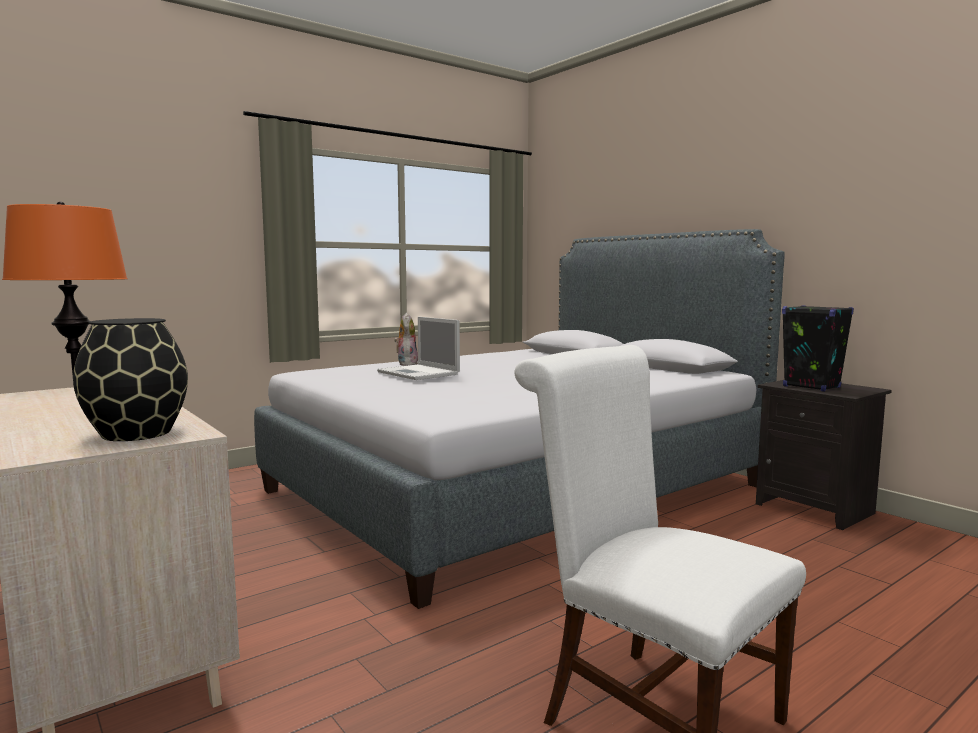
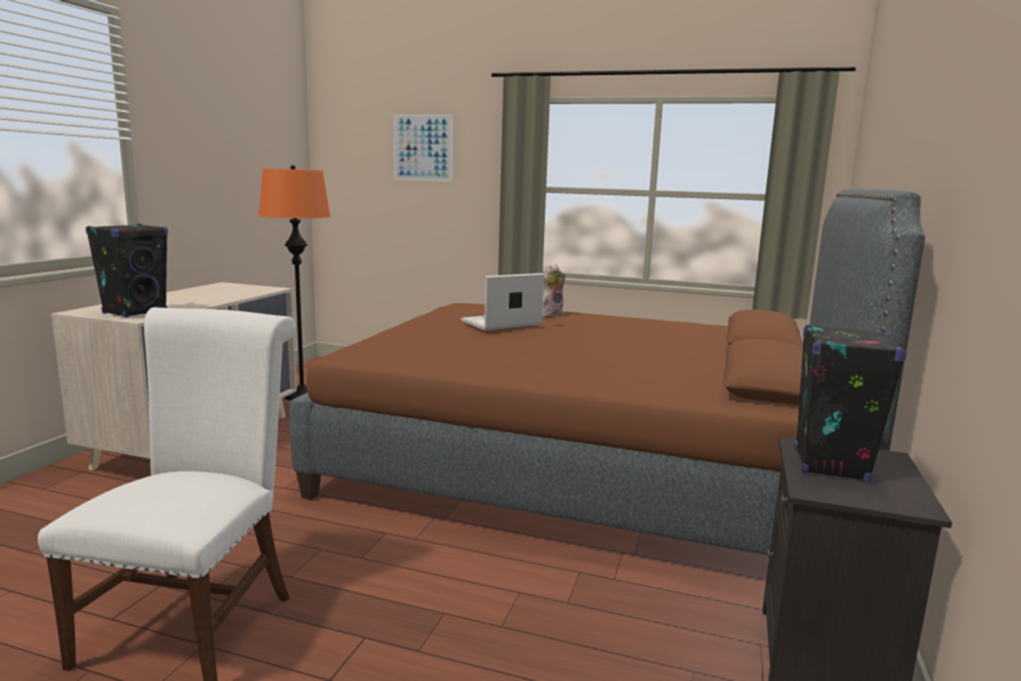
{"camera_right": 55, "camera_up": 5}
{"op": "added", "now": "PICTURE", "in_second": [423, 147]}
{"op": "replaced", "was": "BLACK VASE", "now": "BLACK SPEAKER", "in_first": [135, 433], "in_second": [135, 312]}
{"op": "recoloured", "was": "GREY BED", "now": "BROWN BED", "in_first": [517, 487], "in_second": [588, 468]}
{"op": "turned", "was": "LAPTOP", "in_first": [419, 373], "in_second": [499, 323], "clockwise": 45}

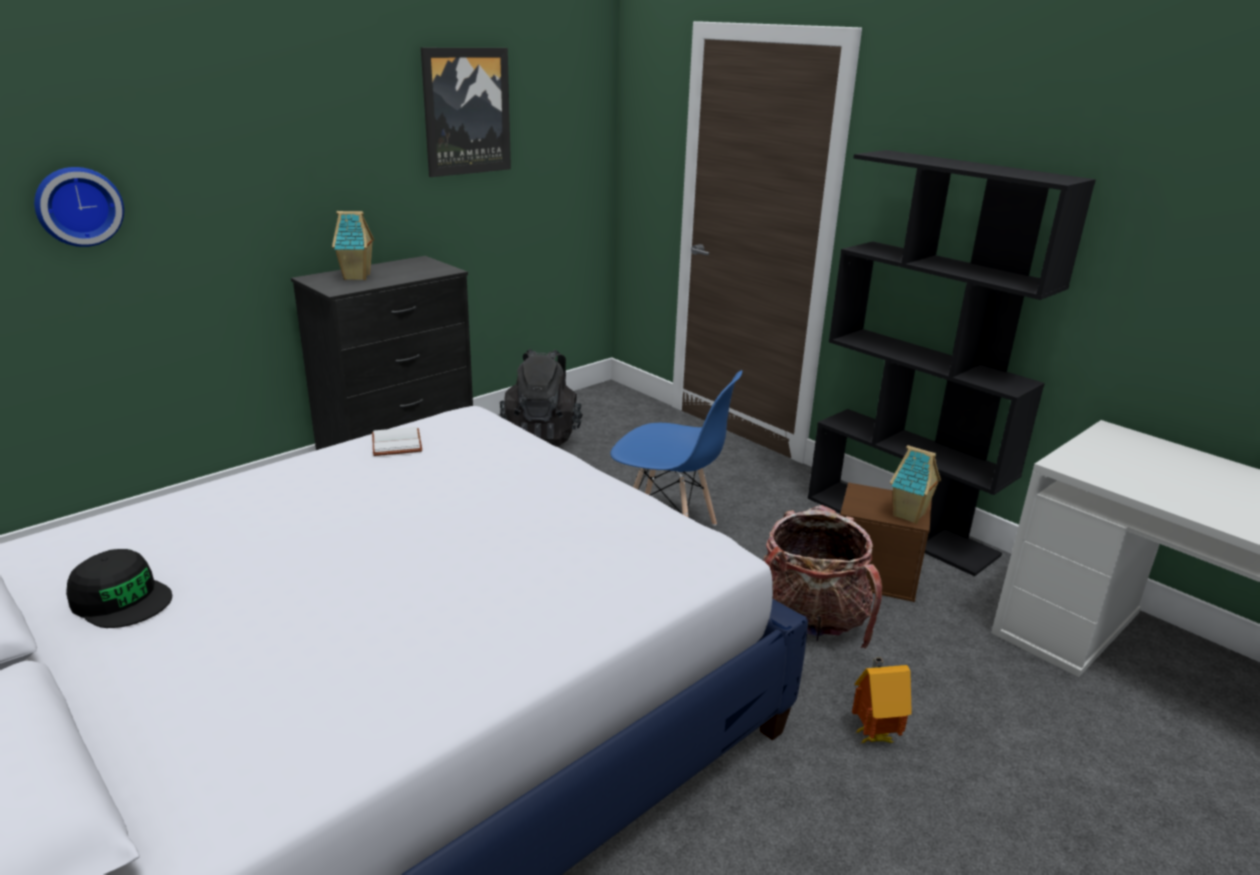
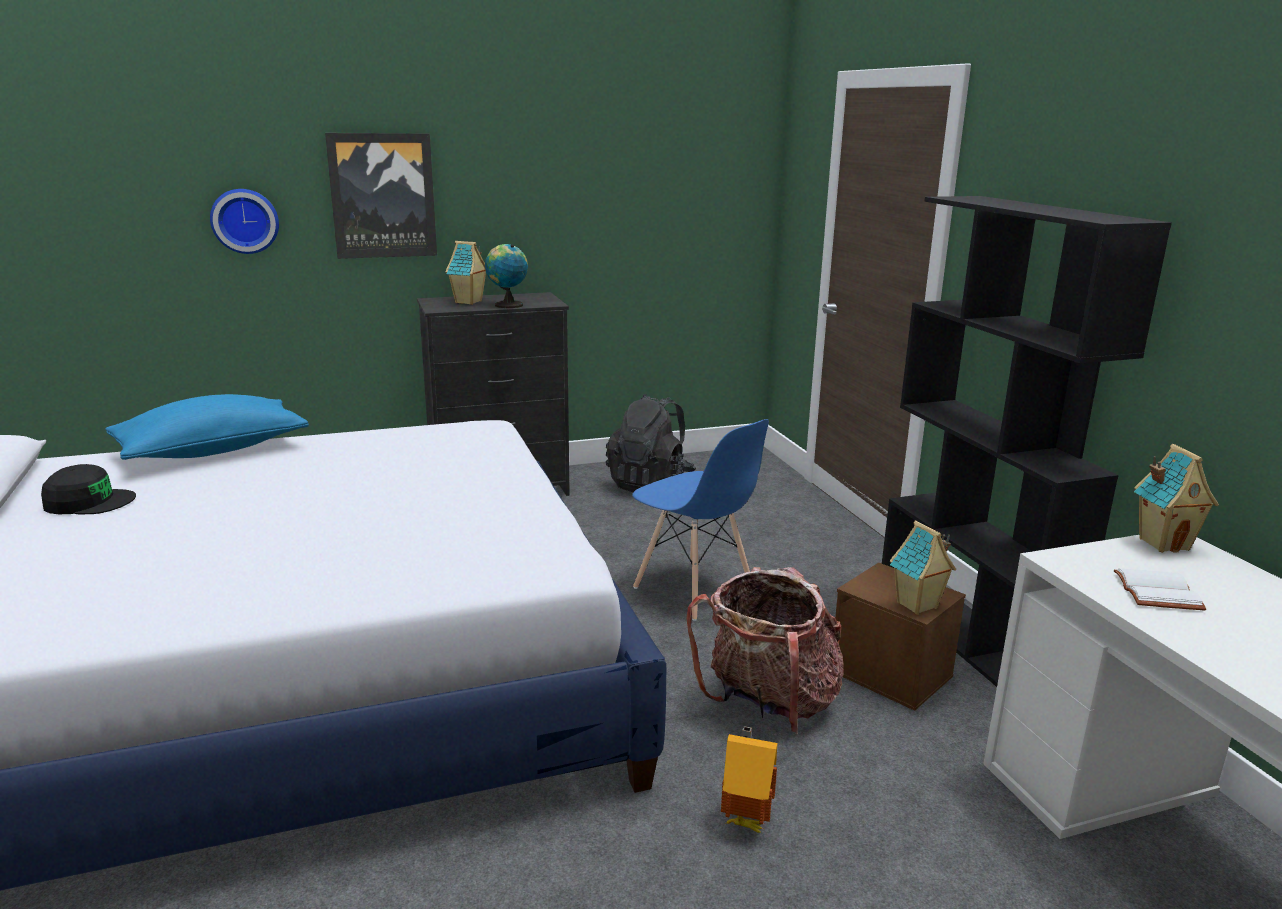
{"camera_right": 25, "camera_up": -5}
{"op": "added", "now": "BLUE PILLOW", "in_second": [212, 451]}
{"op": "added", "now": "GLOBE", "in_second": [507, 305]}
{"op": "added", "now": "TOY HOUSE", "in_second": [1163, 543]}
{"op": "moved", "was": "WHITE BOOK", "in_first": [398, 444], "in_second": [1160, 593]}
{"op": "moved", "was": "PICTURE", "in_first": [466, 111], "in_second": [383, 196]}
{"op": "turned", "was": "BLACK CAP", "in_first": [121, 599], "in_second": [89, 502], "clockwise": -60}

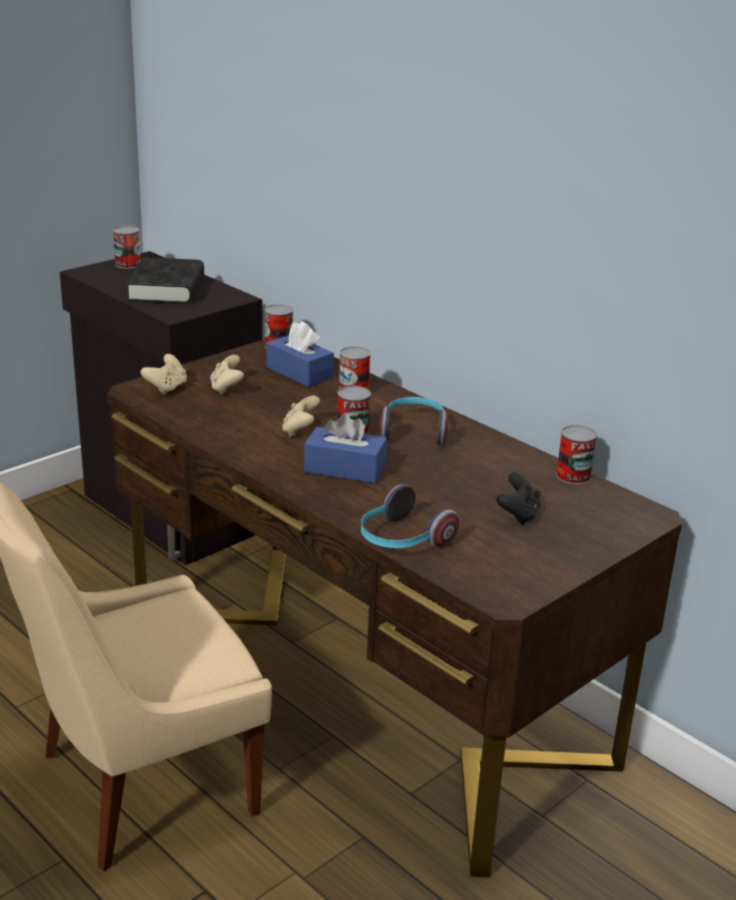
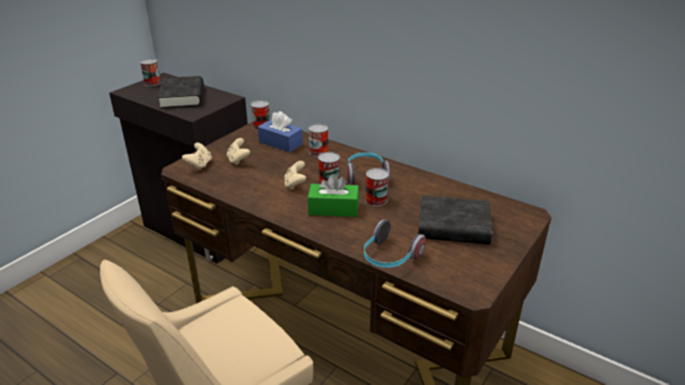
{"camera_right": -10, "camera_up": 5}
{"op": "moved", "was": "CAN", "in_first": [573, 476], "in_second": [376, 200]}
{"op": "replaced", "was": "BLACK GAME CONTROLLER", "now": "BLACK BOOK", "in_first": [518, 515], "in_second": [453, 226]}
{"op": "recoloured", "was": "BLUE TISSUE BOX", "now": "GREEN TISSUE BOX", "in_first": [345, 469], "in_second": [333, 209]}

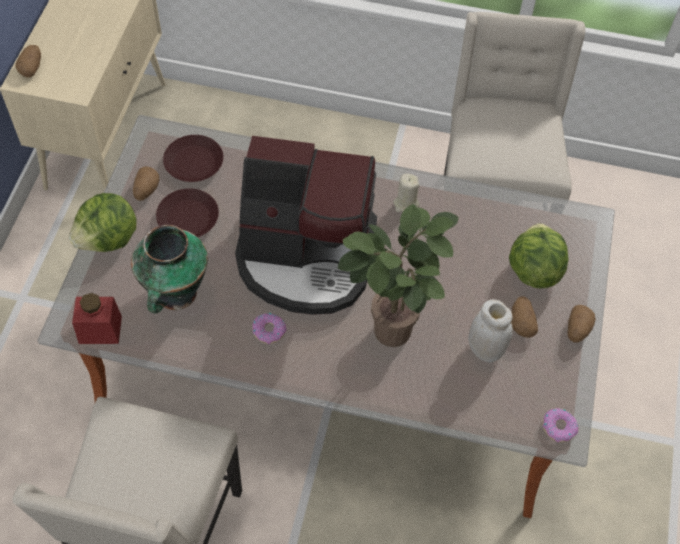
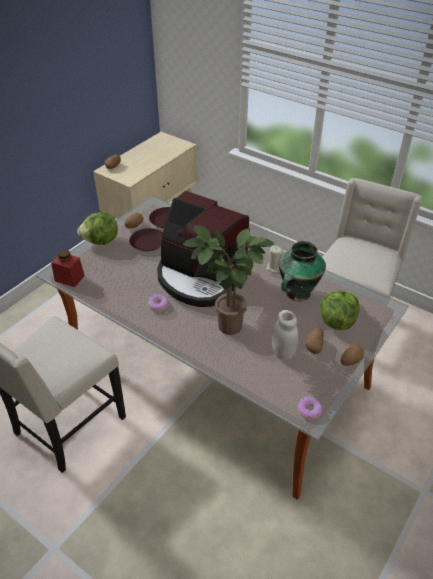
{"camera_right": 25, "camera_up": -15}
{"op": "moved", "was": "VASE", "in_first": [175, 295], "in_second": [297, 294]}

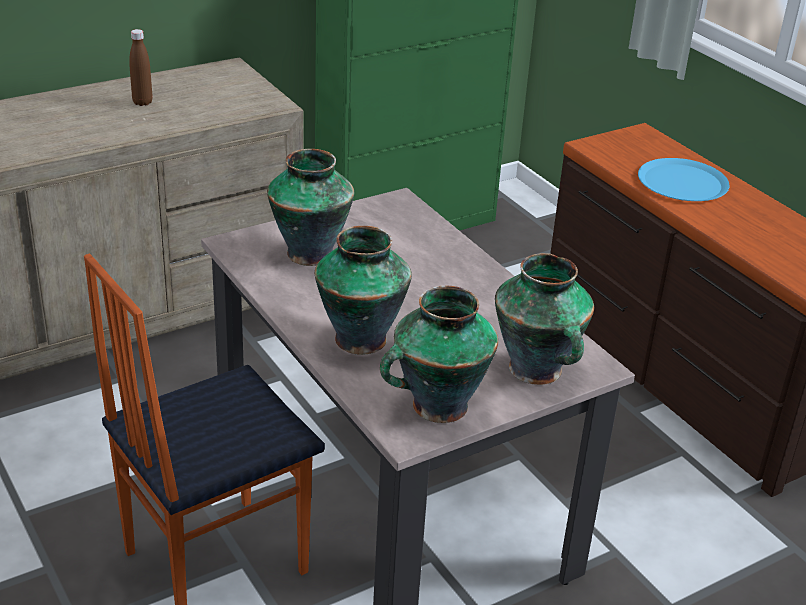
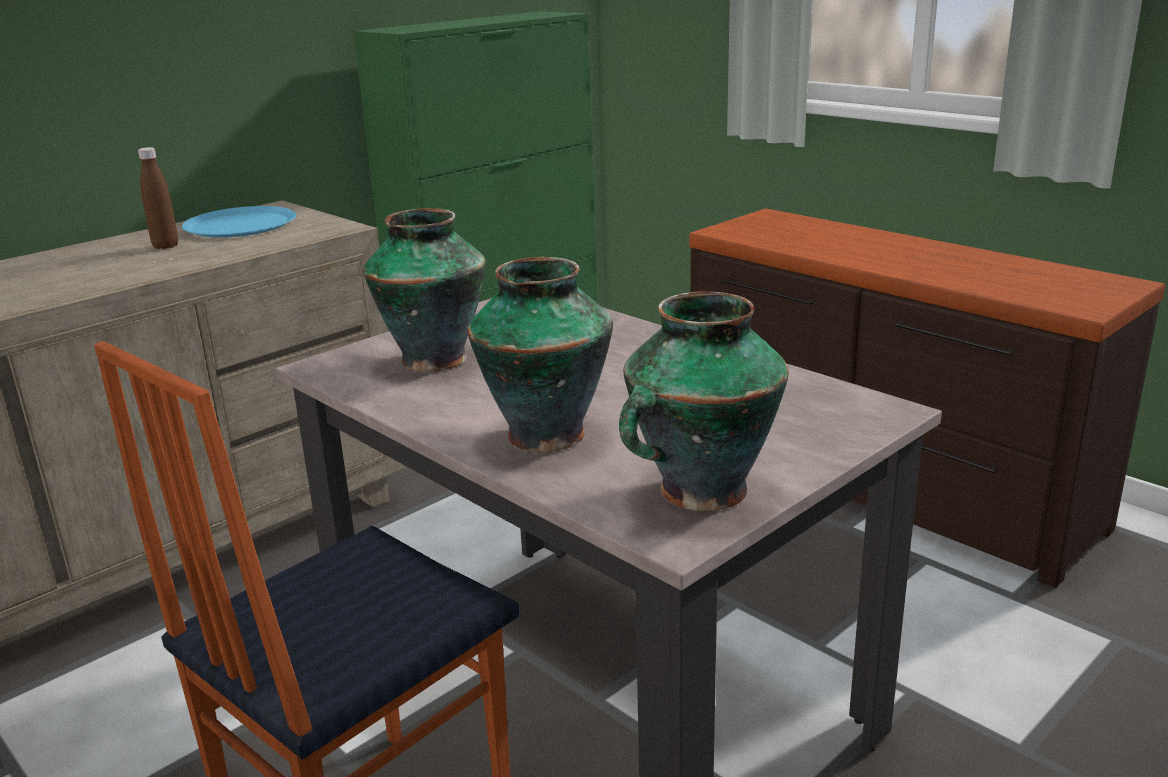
{"camera_right": -10, "camera_up": -10}
{"op": "removed", "was": "VASE", "in_first": [536, 371]}
{"op": "moved", "was": "BLUE PLATE", "in_first": [682, 182], "in_second": [240, 224]}

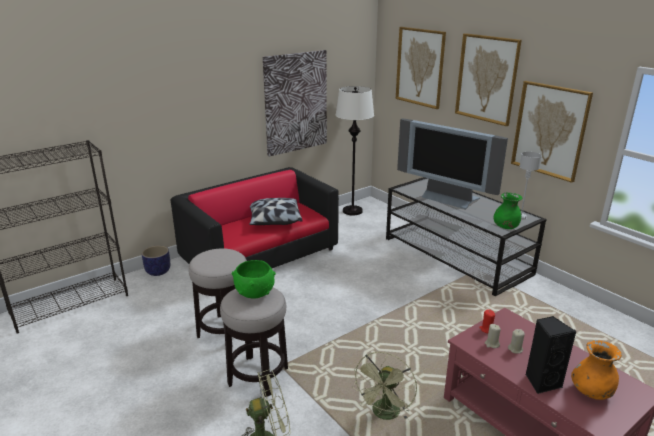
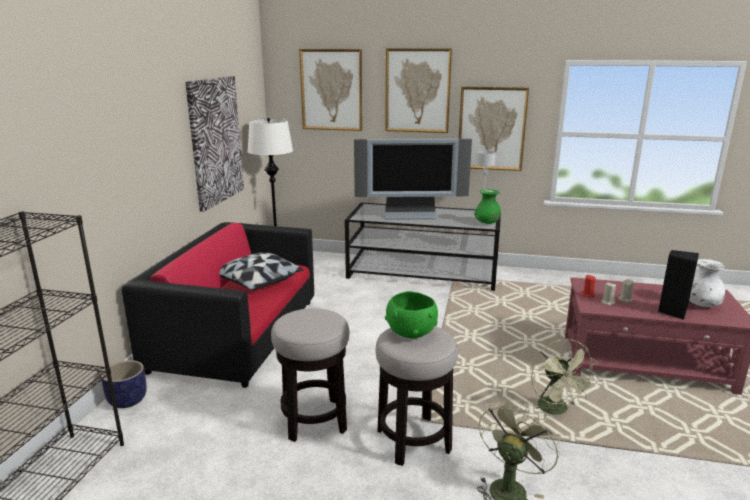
{"camera_right": -40, "camera_up": -5}
{"op": "recoloured", "was": "ORANGE VASE", "now": "WHITE VASE", "in_first": [591, 392], "in_second": [701, 305]}

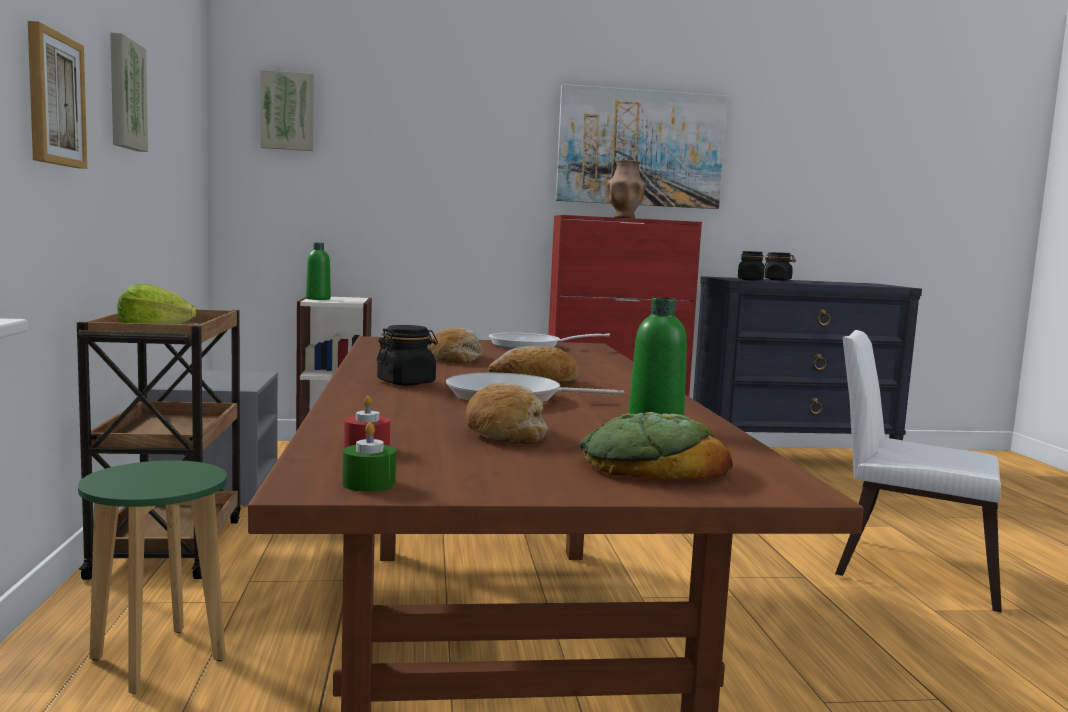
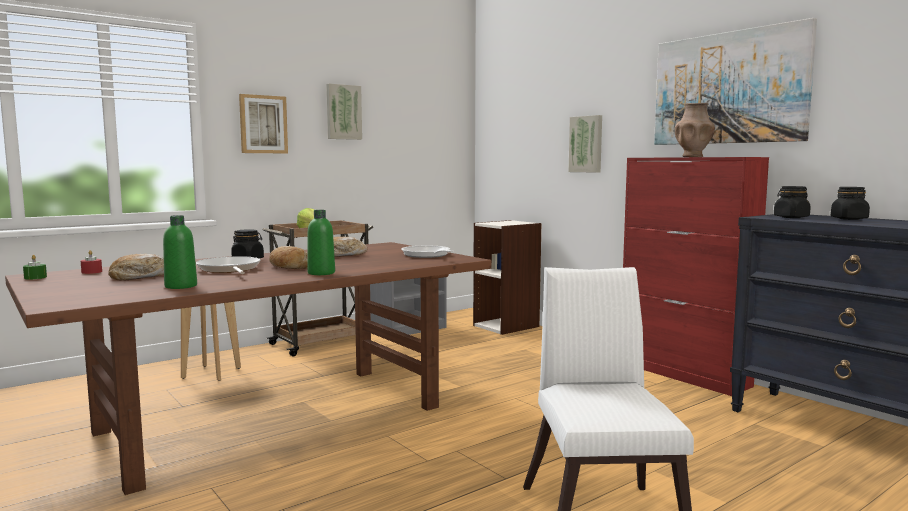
{"camera_right": 60, "camera_up": 0}
{"op": "removed", "was": "BREAD", "in_first": [650, 465]}
{"op": "moved", "was": "PICTURE", "in_first": [287, 111], "in_second": [586, 144]}
{"op": "moved", "was": "GREEN BOTTLE", "in_first": [318, 299], "in_second": [321, 273]}

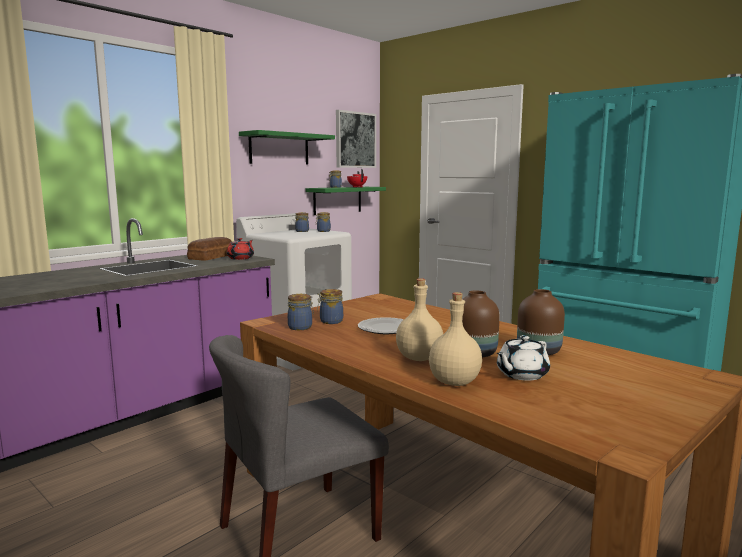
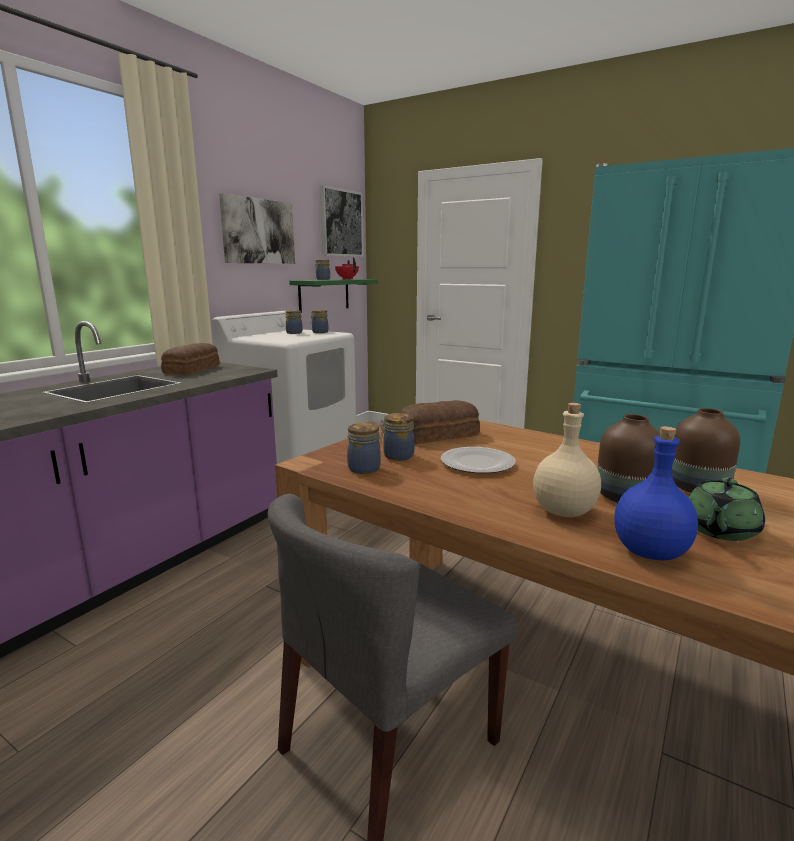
{"camera_right": -10, "camera_up": 5}
{"op": "removed", "was": "RED TEAPOT", "in_first": [241, 258]}
{"op": "added", "now": "BREAD", "in_second": [440, 435]}
{"op": "replaced", "was": "GREEN SHELF", "now": "PICTURE", "in_first": [279, 149], "in_second": [258, 231]}
{"op": "recoloured", "was": "BEIGE BOTTLE", "now": "BLUE BOTTLE", "in_first": [455, 382], "in_second": [650, 551]}
{"op": "recoloured", "was": "WHITE TEAPOT", "now": "GREEN TEAPOT", "in_first": [521, 374], "in_second": [719, 530]}

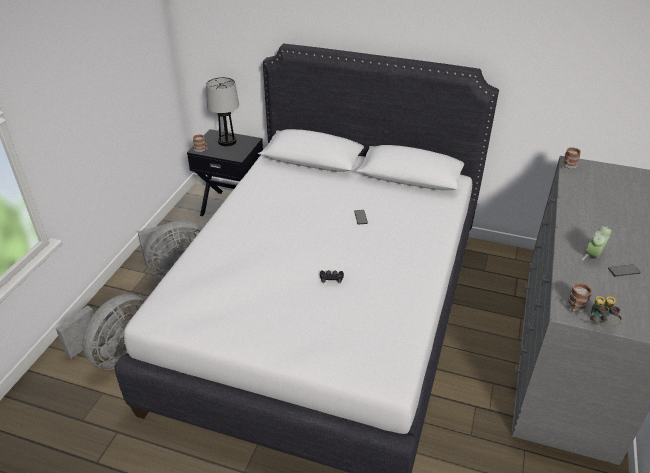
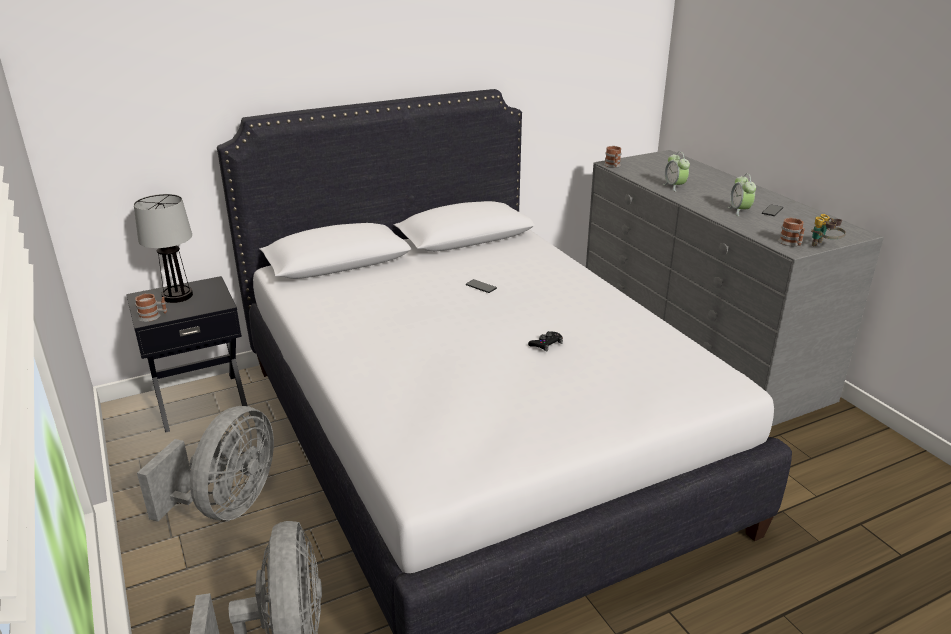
{"camera_right": -45, "camera_up": -10}
{"op": "added", "now": "ALARM CLOCK", "in_second": [674, 187]}

